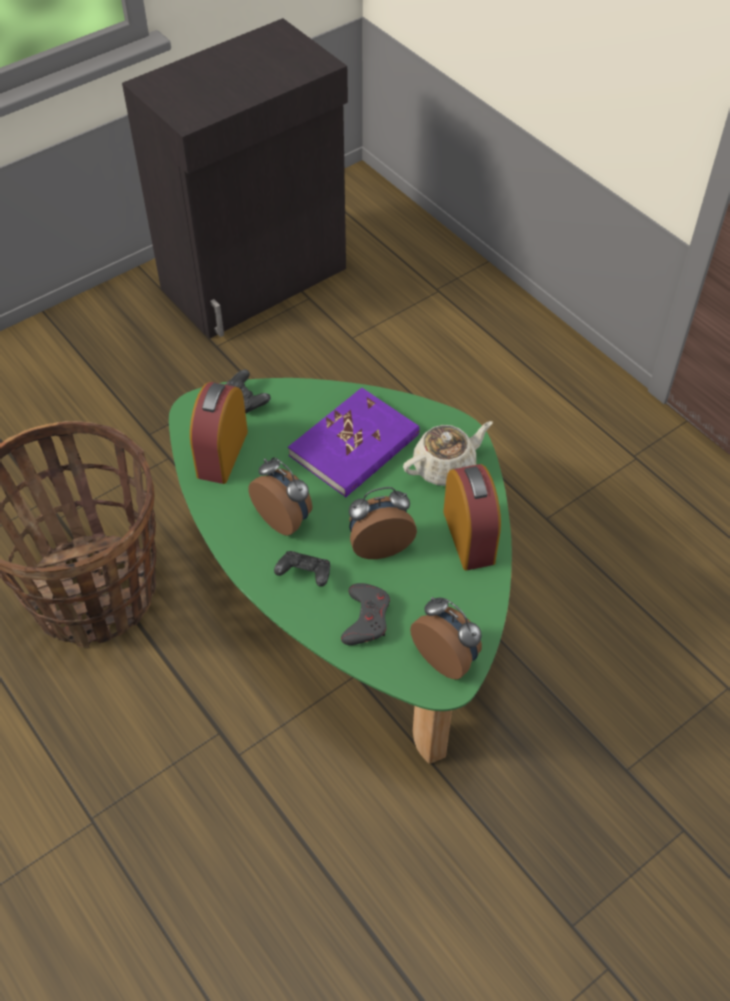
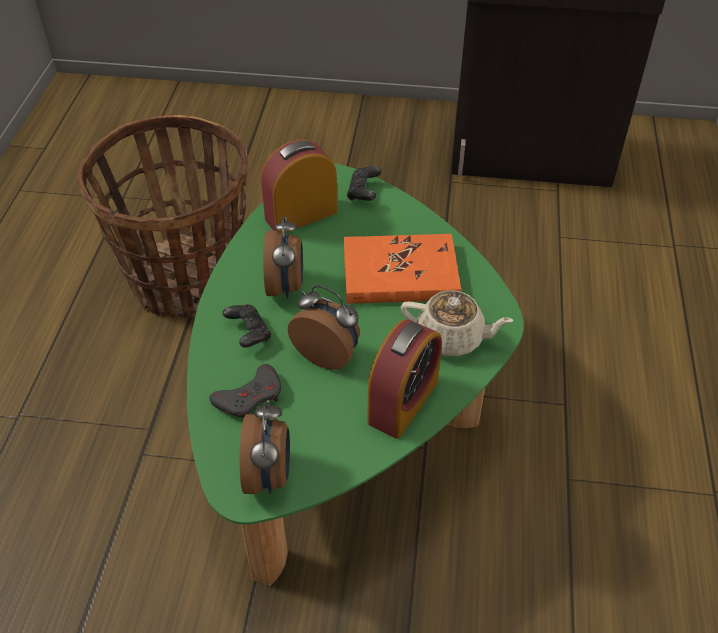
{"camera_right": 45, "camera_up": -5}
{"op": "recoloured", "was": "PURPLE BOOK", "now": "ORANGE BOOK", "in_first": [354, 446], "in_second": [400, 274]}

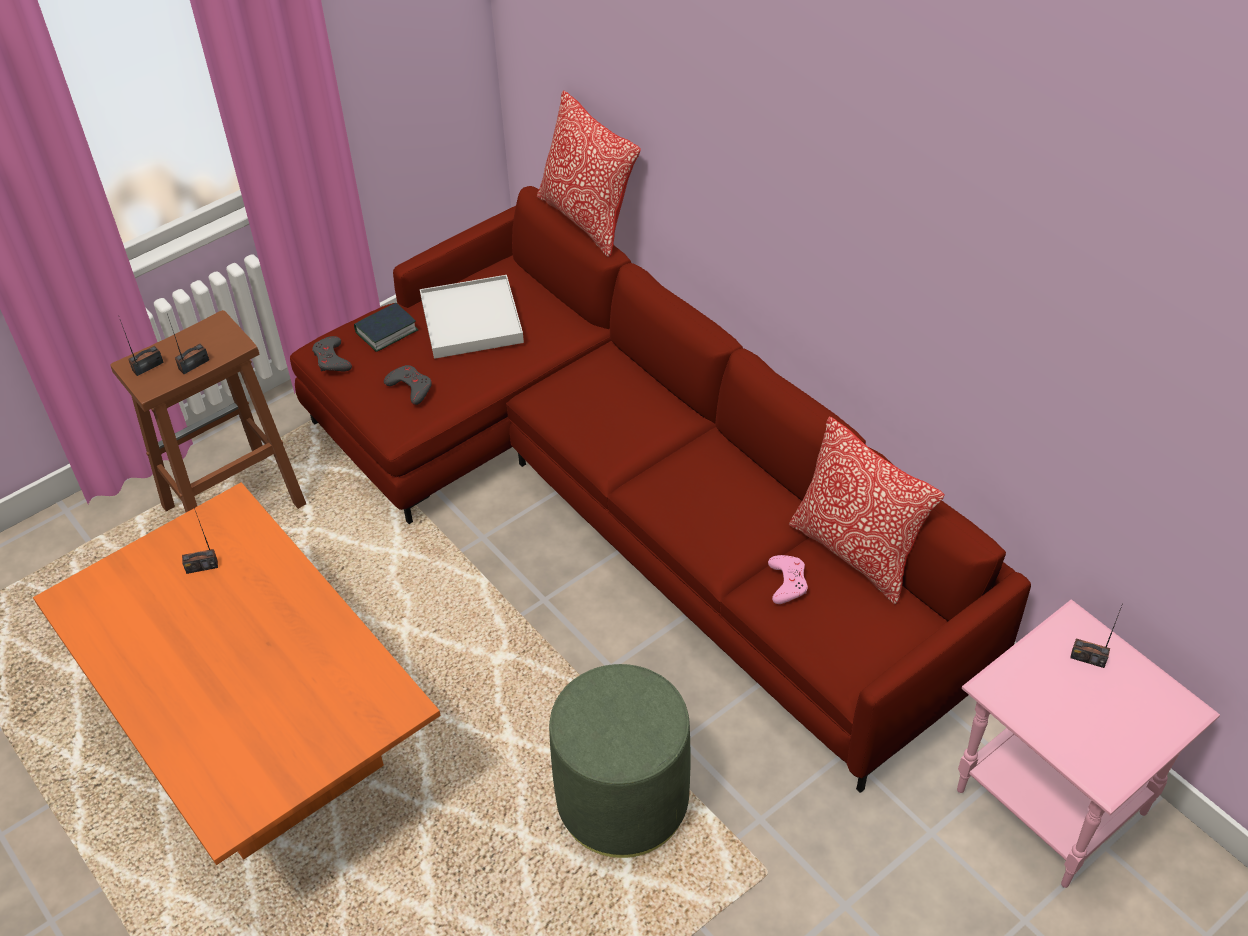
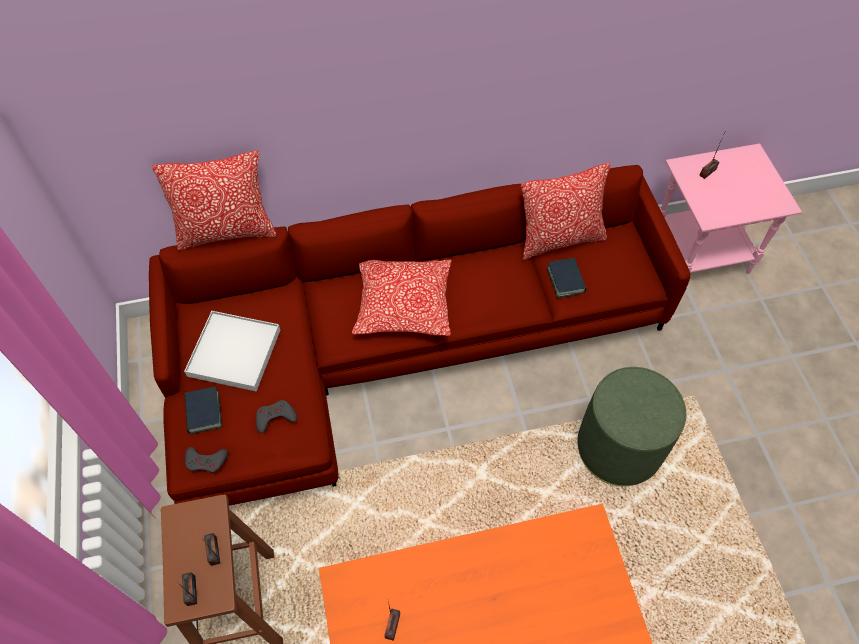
{"camera_right": -65, "camera_up": 10}
{"op": "added", "now": "PILLOW", "in_second": [403, 305]}
{"op": "replaced", "was": "PINK GAME CONTROLLER", "now": "BOOK", "in_first": [787, 582], "in_second": [565, 280]}

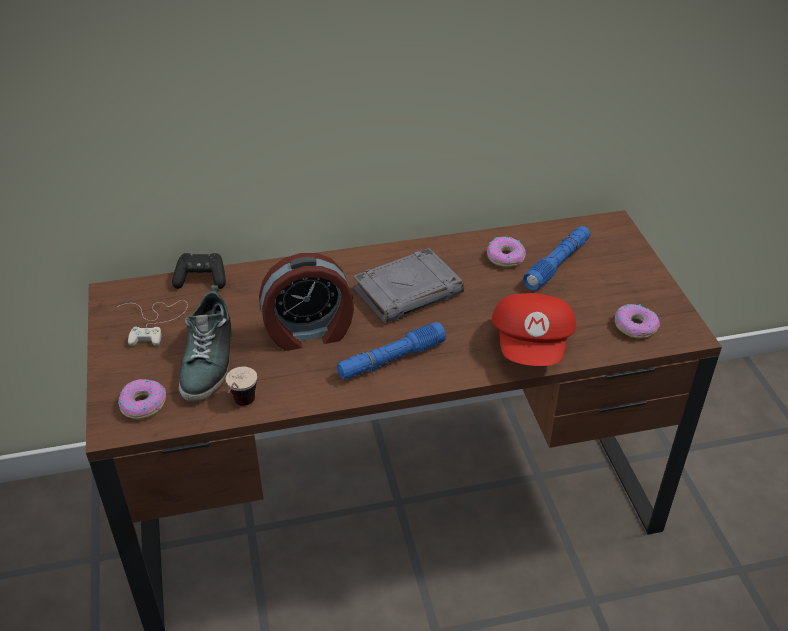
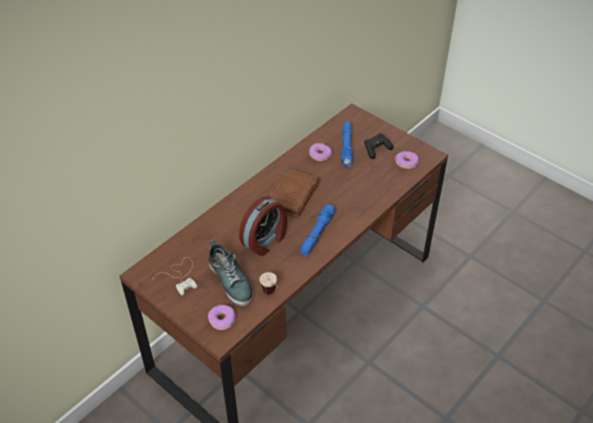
{"camera_right": -35, "camera_up": 5}
{"op": "removed", "was": "RED CAP", "in_first": [532, 345]}
{"op": "moved", "was": "BLACK GAME CONTROLLER", "in_first": [201, 279], "in_second": [376, 150]}
{"op": "recoloured", "was": "GREY BOOK", "now": "BROWN BOOK", "in_first": [409, 291], "in_second": [292, 195]}

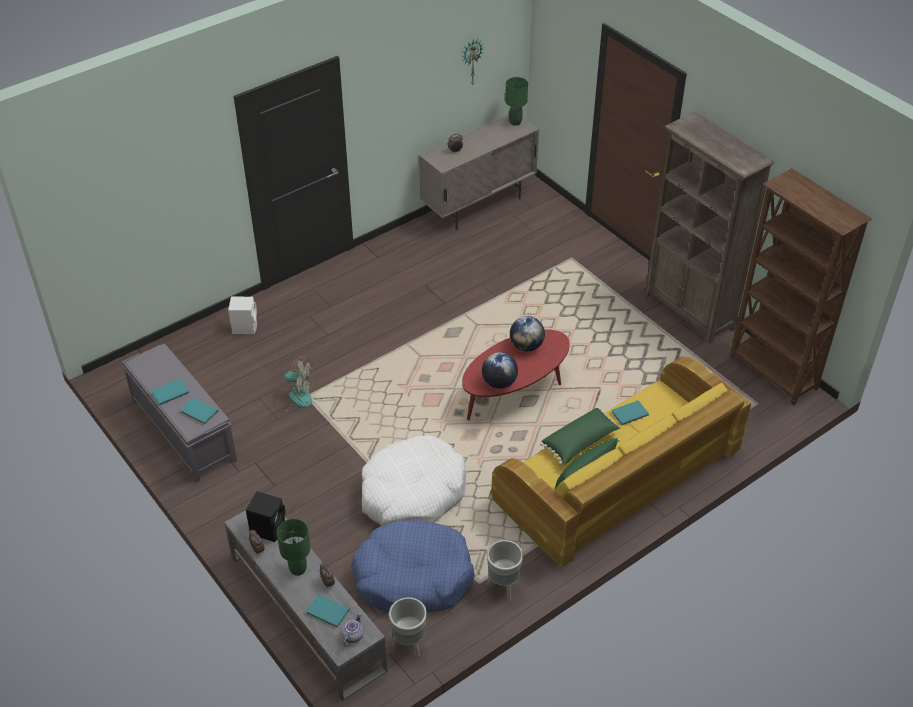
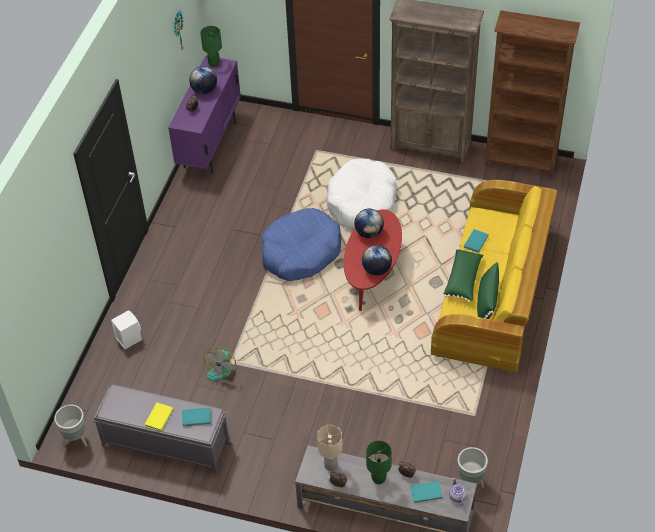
{"camera_right": -35, "camera_up": 5}
{"op": "added", "now": "GLOBE", "in_second": [204, 90]}
{"op": "moved", "was": "BLUE DOG BED", "in_first": [413, 577], "in_second": [300, 252]}
{"op": "moved", "was": "WHITE DOG BED", "in_first": [412, 493], "in_second": [362, 203]}
{"op": "moved", "was": "GREY PLANTER", "in_first": [503, 586], "in_second": [76, 440]}
{"op": "replaced", "was": "BLACK SPEAKER", "now": "BEIGE TABLE LAMP", "in_first": [269, 528], "in_second": [330, 465]}
{"op": "recoloured", "was": "TURQUOISE BOOK", "now": "YELLOW BOOK", "in_first": [169, 393], "in_second": [158, 417]}
{"op": "recoloured", "was": "BEIGE CABINET", "now": "PURPLE CABINET", "in_first": [478, 206], "in_second": [210, 145]}
{"op": "turned", "was": "FAN", "in_first": [294, 396], "in_second": [222, 368], "clockwise": 135}

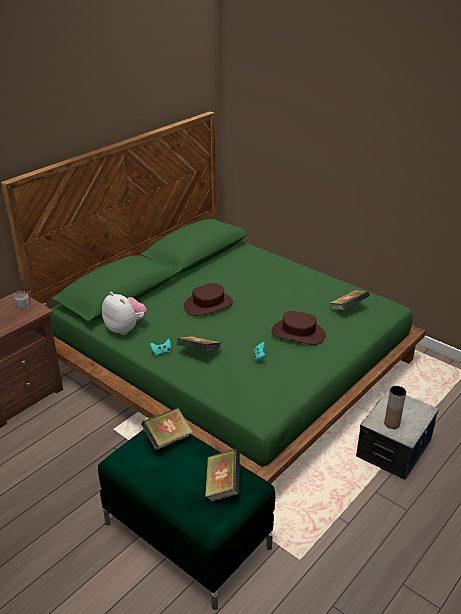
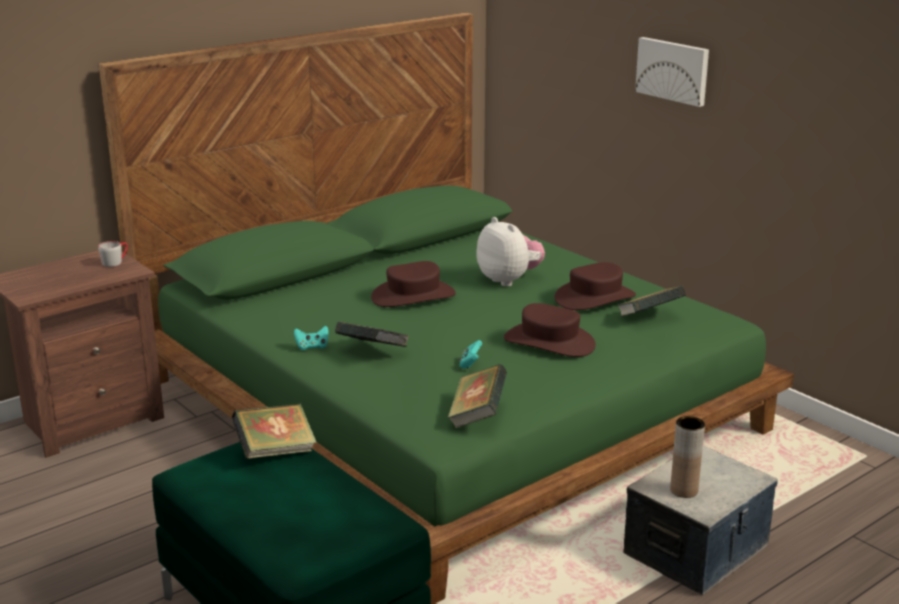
{"camera_right": 10, "camera_up": -10}
{"op": "added", "now": "BROWN HAT", "in_second": [595, 297]}
{"op": "added", "now": "PICTURE", "in_second": [673, 70]}
{"op": "moved", "was": "PLUSH TOY", "in_first": [125, 328], "in_second": [509, 280]}
{"op": "moved", "was": "BOOK", "in_first": [222, 485], "in_second": [477, 415]}

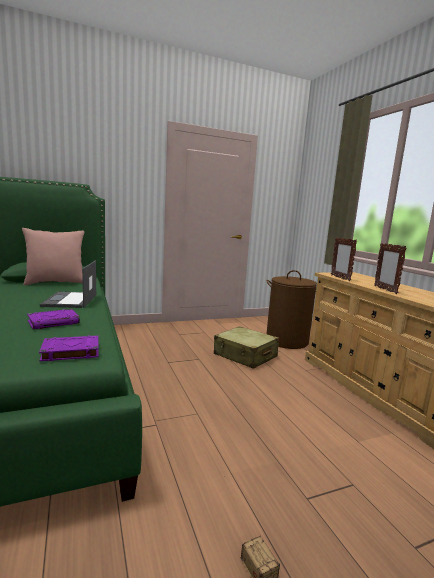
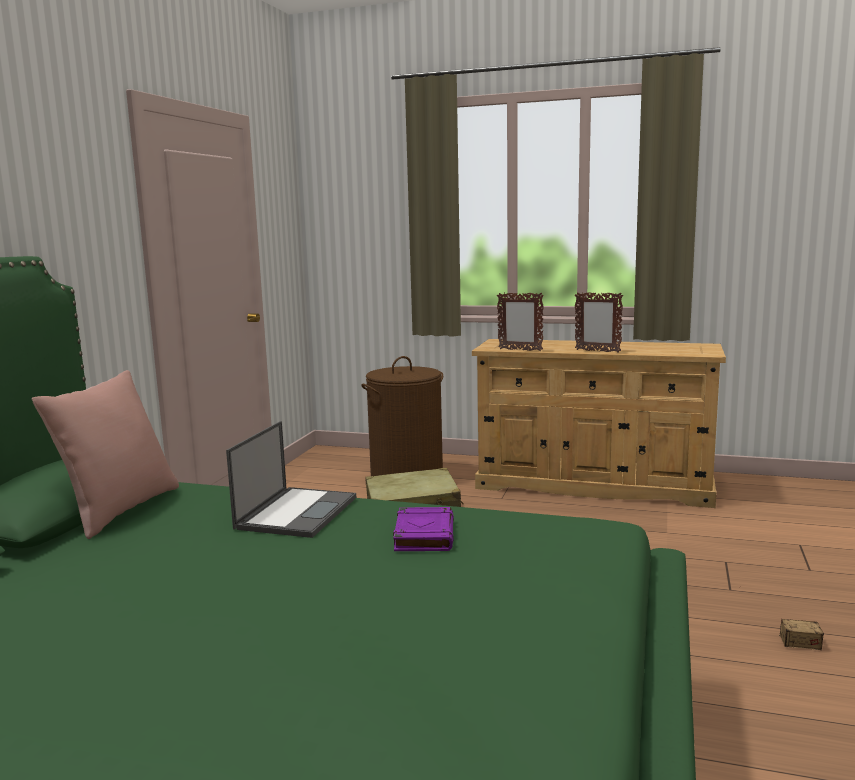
{"camera_right": -50, "camera_up": 0}
{"op": "removed", "was": "PURPLE BOOK", "in_first": [70, 352]}
{"op": "turned", "was": "LAPTOP", "in_first": [70, 300], "in_second": [297, 512], "clockwise": -105}

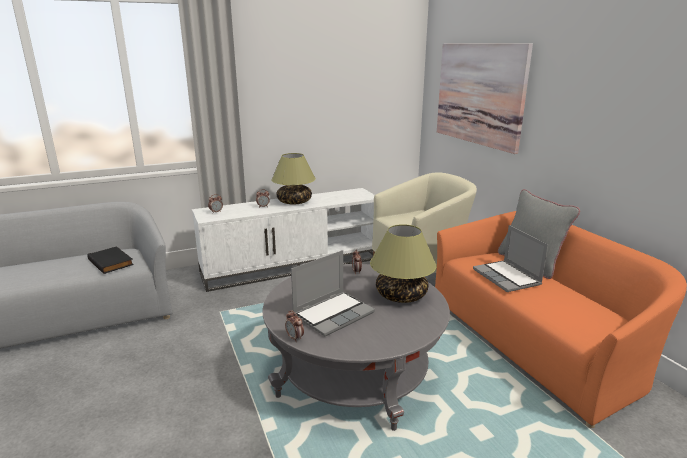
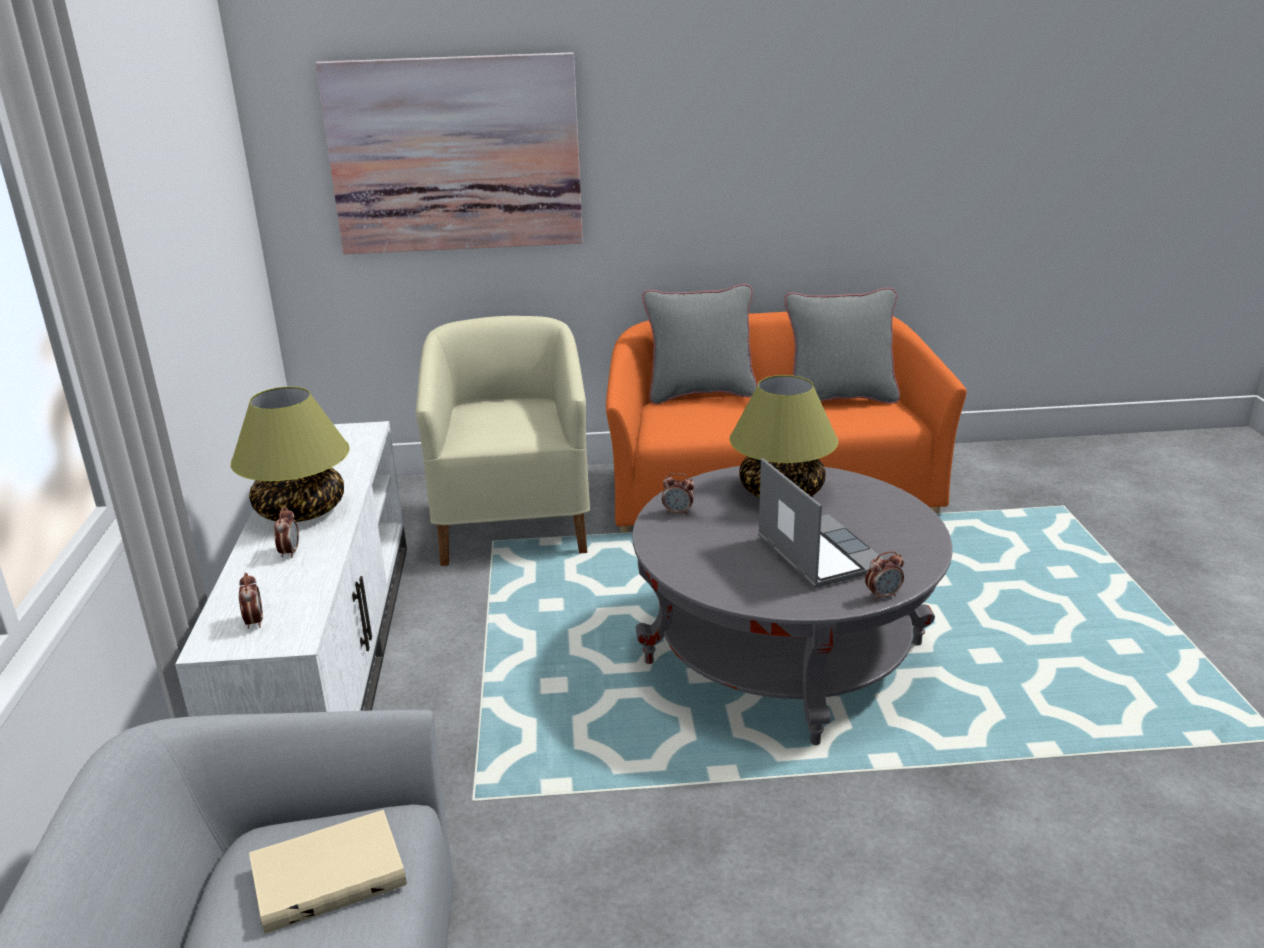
{"camera_right": -70, "camera_up": 5}
{"op": "removed", "was": "LAPTOP", "in_first": [507, 277]}
{"op": "added", "now": "GREY PILLOW", "in_second": [839, 399]}
{"op": "recoloured", "was": "BLACK BOOK", "now": "BEIGE BOOK", "in_first": [112, 262], "in_second": [329, 874]}

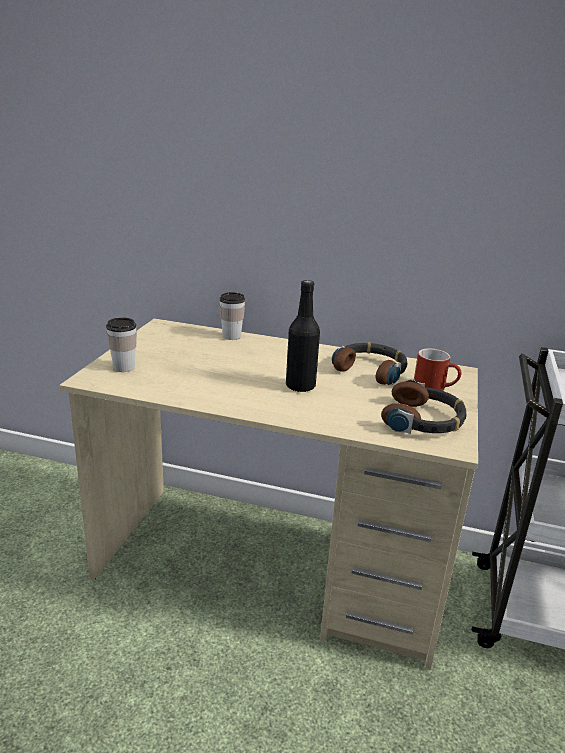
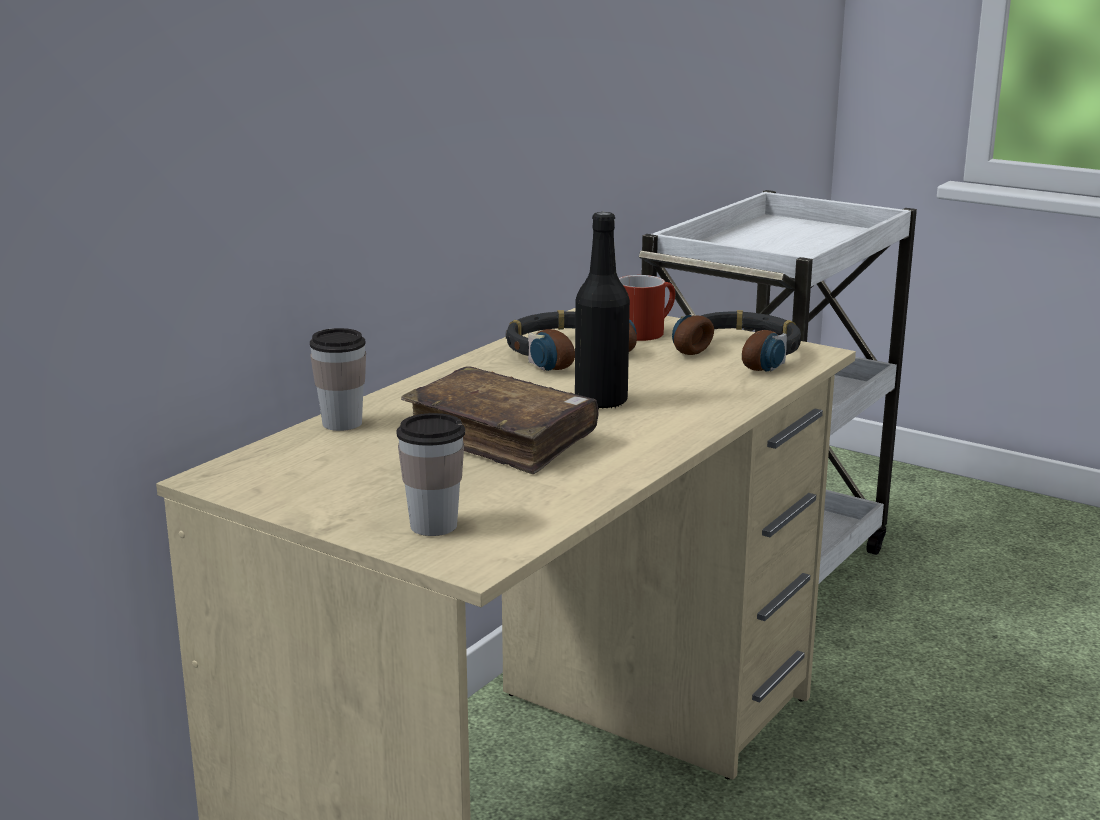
{"camera_right": -70, "camera_up": -5}
{"op": "added", "now": "BROWN BOOK", "in_second": [500, 438]}

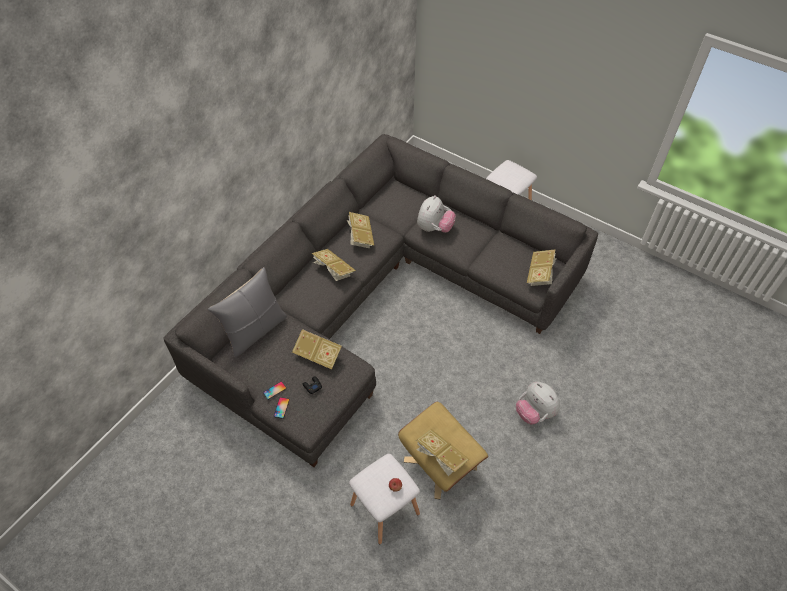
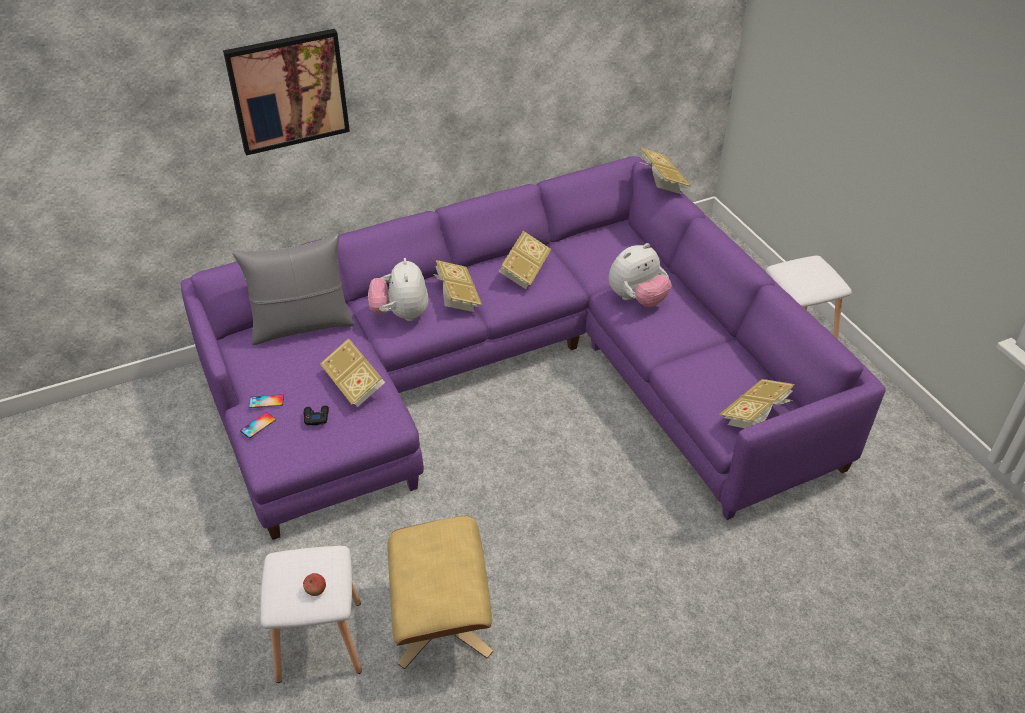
{"camera_right": 30, "camera_up": -10}
{"op": "added", "now": "PICTURE", "in_second": [288, 91]}
{"op": "moved", "was": "BOOK", "in_first": [440, 457], "in_second": [661, 182]}
{"op": "moved", "was": "PLUSH TOY", "in_first": [534, 413], "in_second": [401, 314]}
{"op": "recoloured", "was": "GREY SOFA", "now": "PURPLE SOFA", "in_first": [377, 297], "in_second": [518, 373]}

